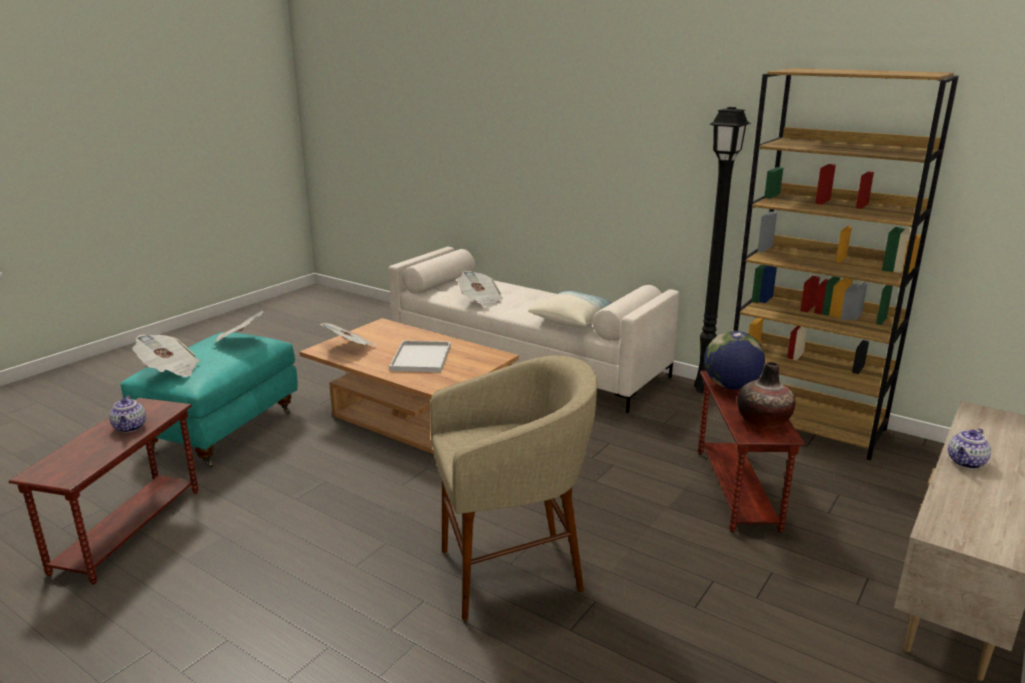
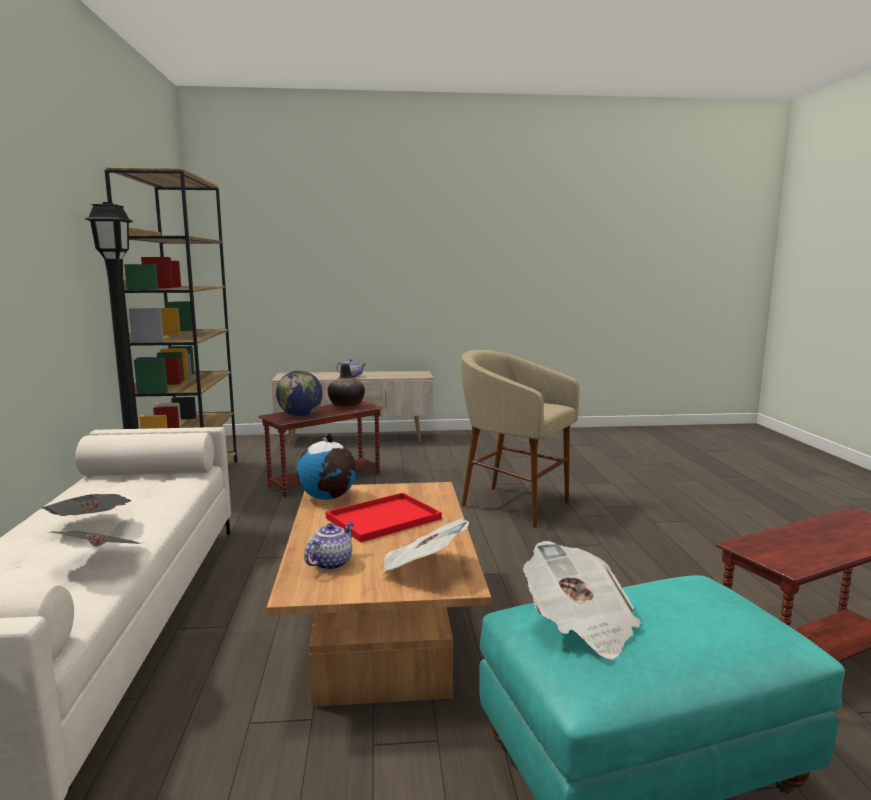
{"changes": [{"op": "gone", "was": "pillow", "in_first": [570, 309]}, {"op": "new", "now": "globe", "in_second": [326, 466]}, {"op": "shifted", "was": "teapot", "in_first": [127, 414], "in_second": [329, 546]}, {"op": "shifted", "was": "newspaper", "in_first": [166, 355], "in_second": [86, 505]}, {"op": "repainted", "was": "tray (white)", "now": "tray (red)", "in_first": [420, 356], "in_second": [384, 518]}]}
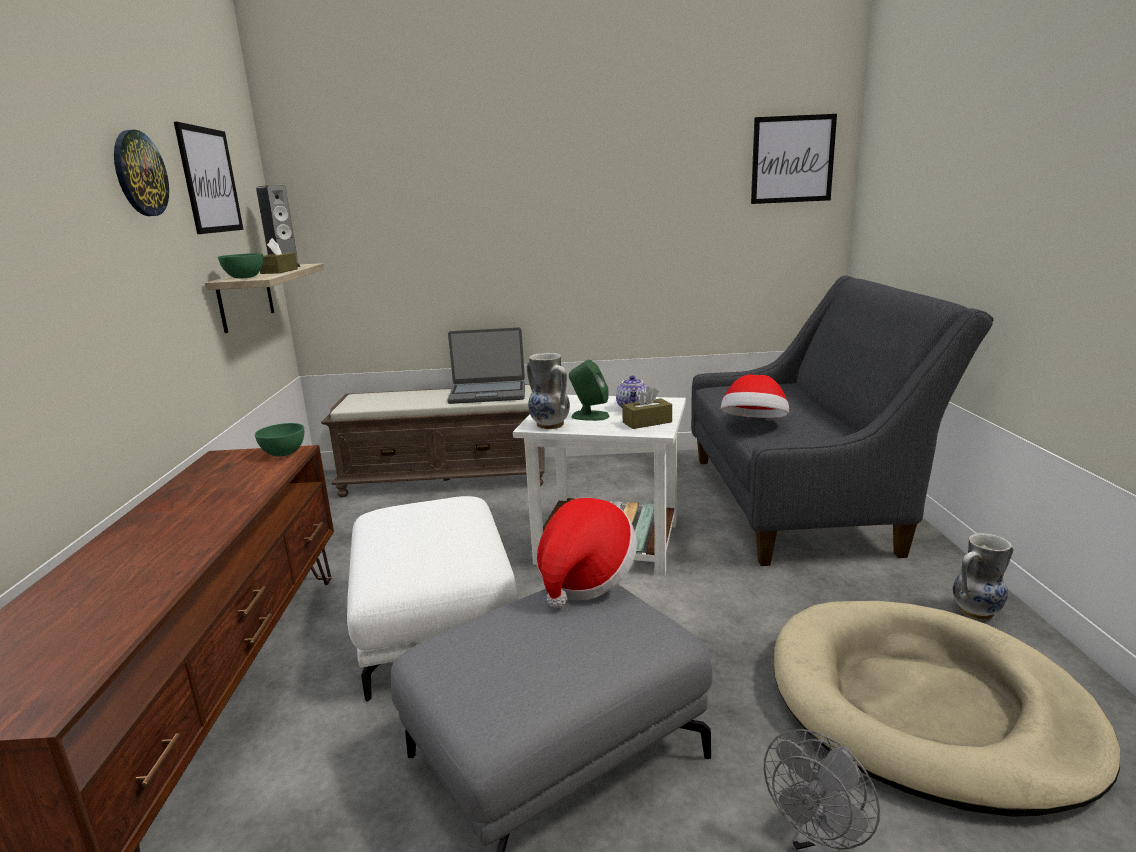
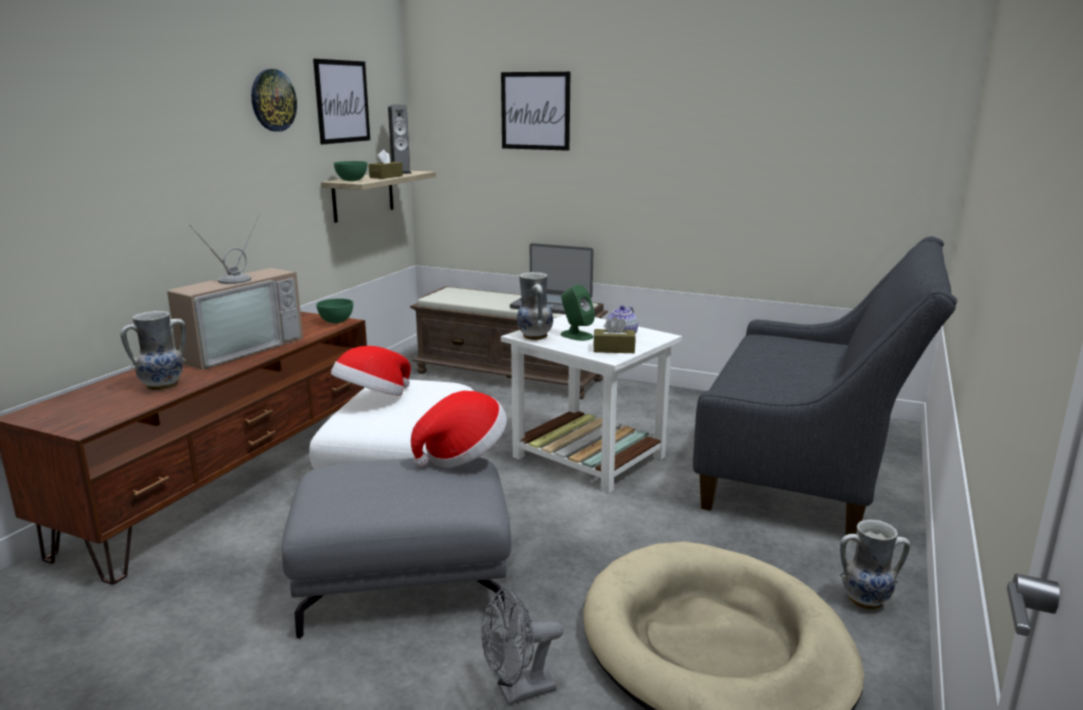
{"changes": [{"op": "new", "now": "vase", "in_second": [153, 351]}, {"op": "new", "now": "television", "in_second": [235, 292]}, {"op": "shifted", "was": "hat", "in_first": [755, 396], "in_second": [371, 371]}, {"op": "shifted", "was": "picture", "in_first": [794, 159], "in_second": [535, 111]}]}
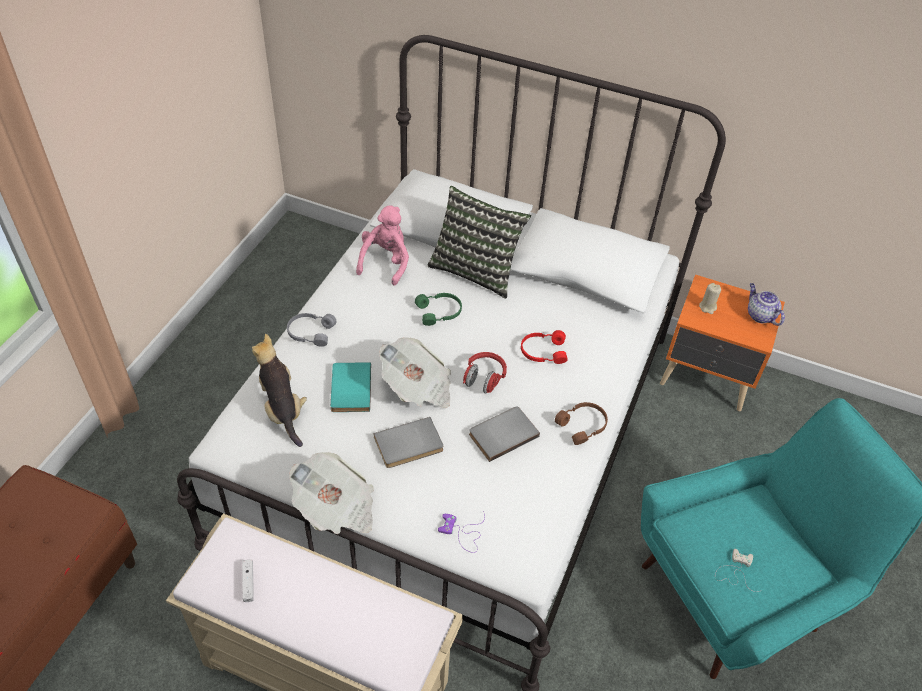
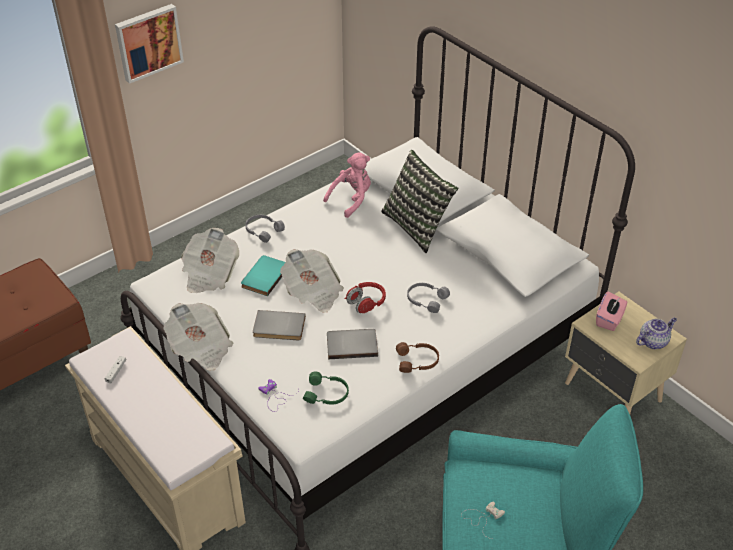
{"changes": [{"op": "new", "now": "picture", "in_second": [149, 44]}, {"op": "shifted", "was": "headphones (green)", "in_first": [438, 309], "in_second": [326, 388]}, {"op": "swapped", "was": "plush toy", "now": "newspaper", "in_first": [279, 390], "in_second": [210, 260]}, {"op": "swapped", "was": "candle (beige)", "now": "tissue box (pink)", "in_first": [710, 298], "in_second": [611, 311]}, {"op": "repainted", "was": "headphones (red)", "now": "headphones (grey)", "in_first": [544, 347], "in_second": [428, 298]}, {"op": "repainted", "was": "nightstand (orange)", "now": "nightstand (beige)", "in_first": [722, 342], "in_second": [626, 352]}, {"op": "rotated", "was": "teapot", "in_first": [766, 304], "in_second": [656, 333], "clockwise": 60}]}
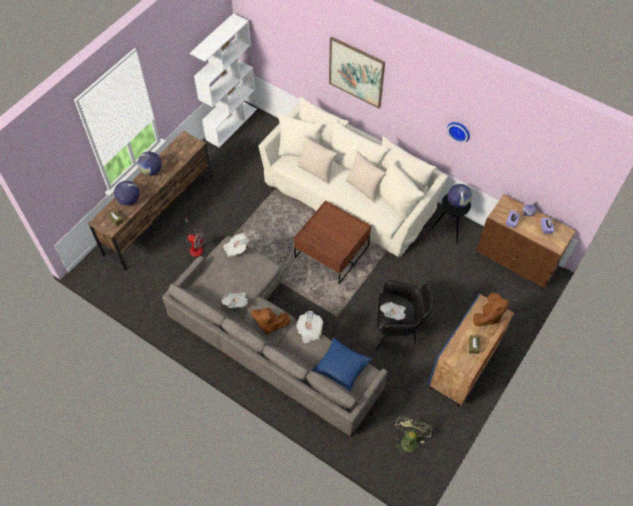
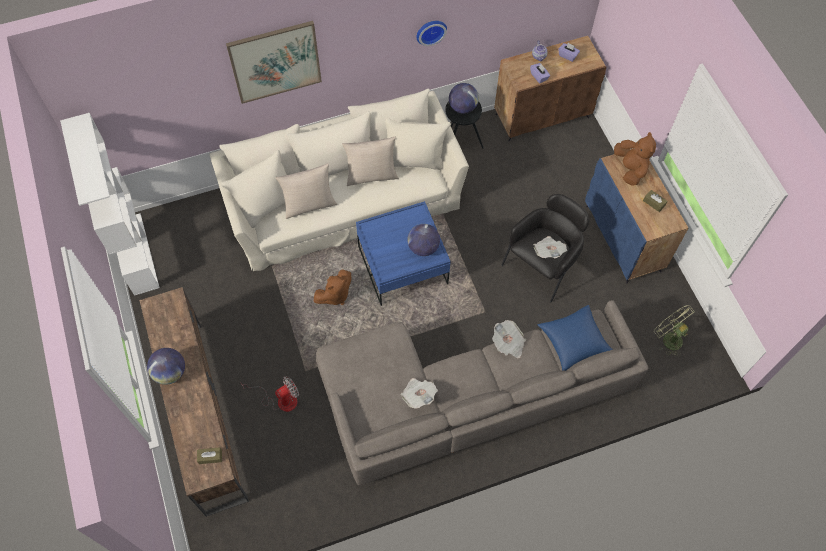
{"changes": [{"op": "gone", "was": "newspaper", "in_first": [236, 245]}, {"op": "shifted", "was": "globe", "in_first": [126, 193], "in_second": [423, 240]}, {"op": "shifted", "was": "plush toy (brown)", "in_first": [271, 320], "in_second": [333, 287]}, {"op": "repainted", "was": "coffee table (brown)", "now": "coffee table (blue)", "in_first": [332, 242], "in_second": [403, 253]}]}
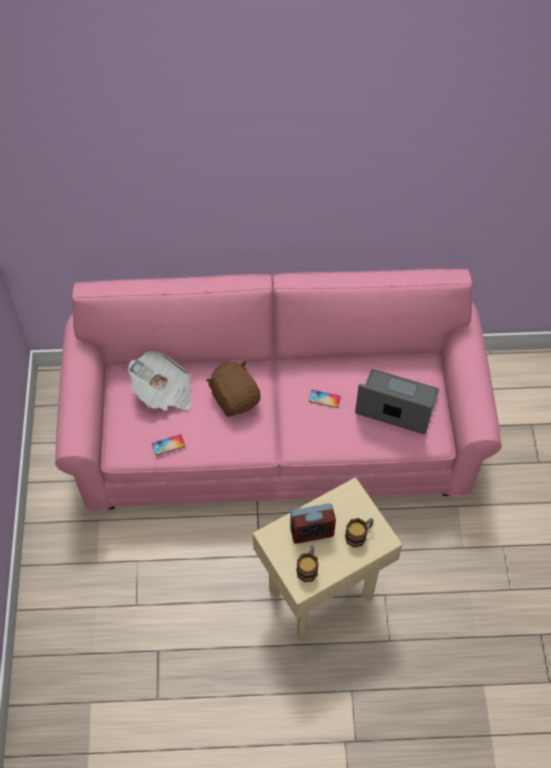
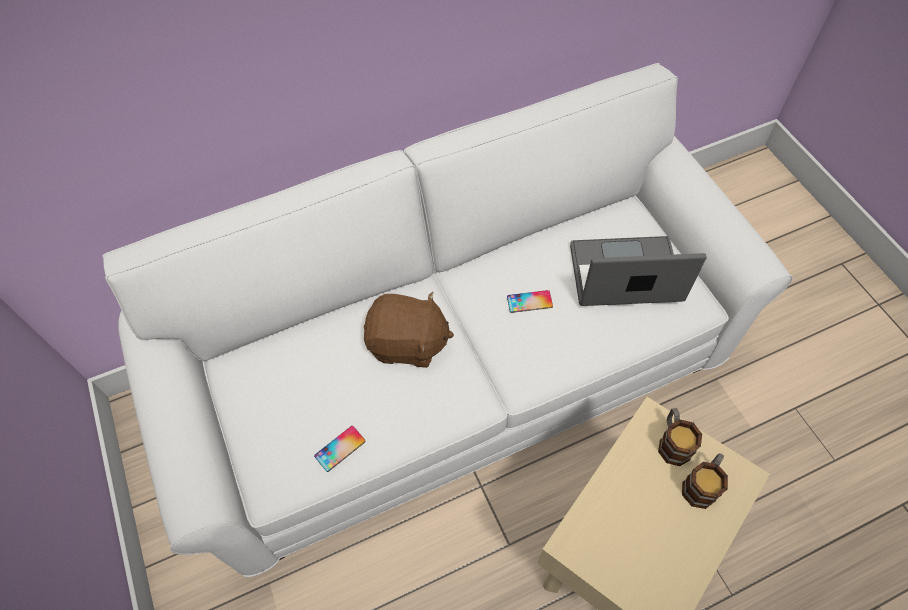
{"changes": [{"op": "gone", "was": "newspaper", "in_first": [160, 381]}, {"op": "gone", "was": "alarm clock", "in_first": [313, 523]}, {"op": "shifted", "was": "mug", "in_first": [307, 564], "in_second": [680, 437]}, {"op": "repainted", "was": "sofa (pink)", "now": "sofa (white)", "in_first": [278, 390], "in_second": [447, 320]}, {"op": "rotated", "was": "plush toy (brown)", "in_first": [233, 388], "in_second": [409, 330], "clockwise": 150}]}
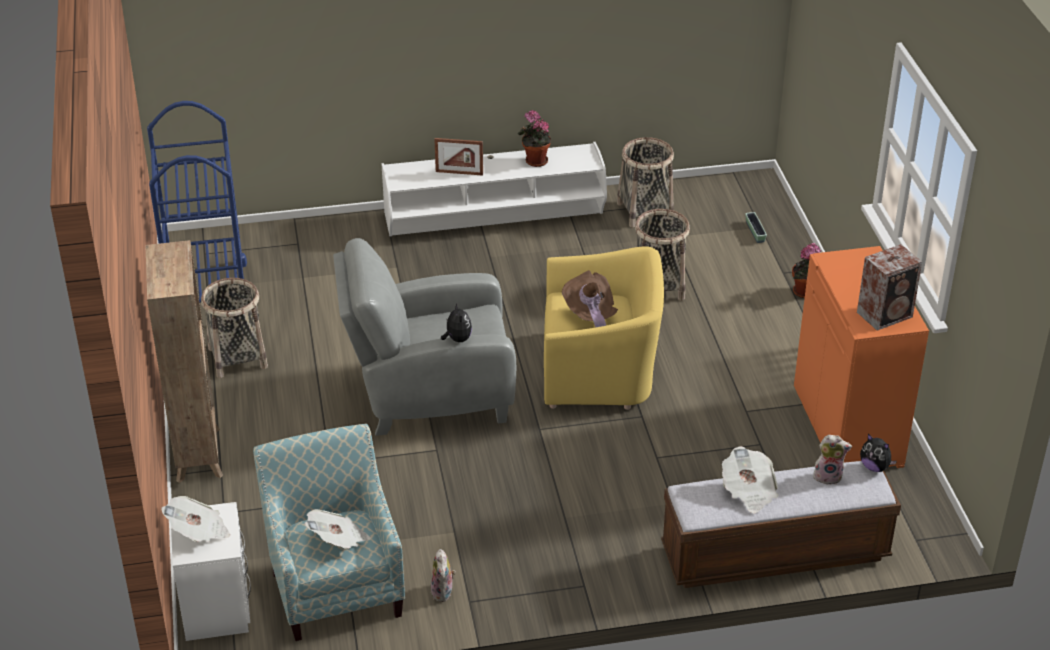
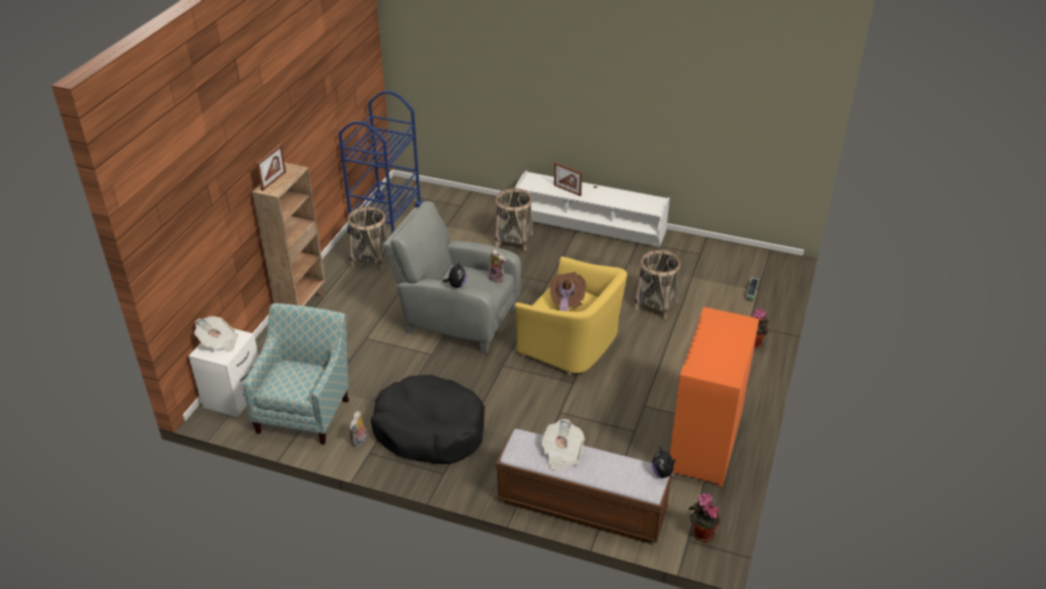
{"changes": [{"op": "gone", "was": "newspaper", "in_first": [337, 529]}, {"op": "gone", "was": "speaker", "in_first": [889, 287]}, {"op": "new", "now": "picture frame", "in_second": [271, 167]}, {"op": "new", "now": "dog bed (black)", "in_second": [428, 419]}, {"op": "shifted", "was": "potted plant", "in_first": [534, 138], "in_second": [704, 517]}, {"op": "shifted", "was": "basket", "in_first": [645, 182], "in_second": [514, 220]}, {"op": "shifted", "was": "plush toy", "in_first": [832, 460], "in_second": [497, 266]}]}
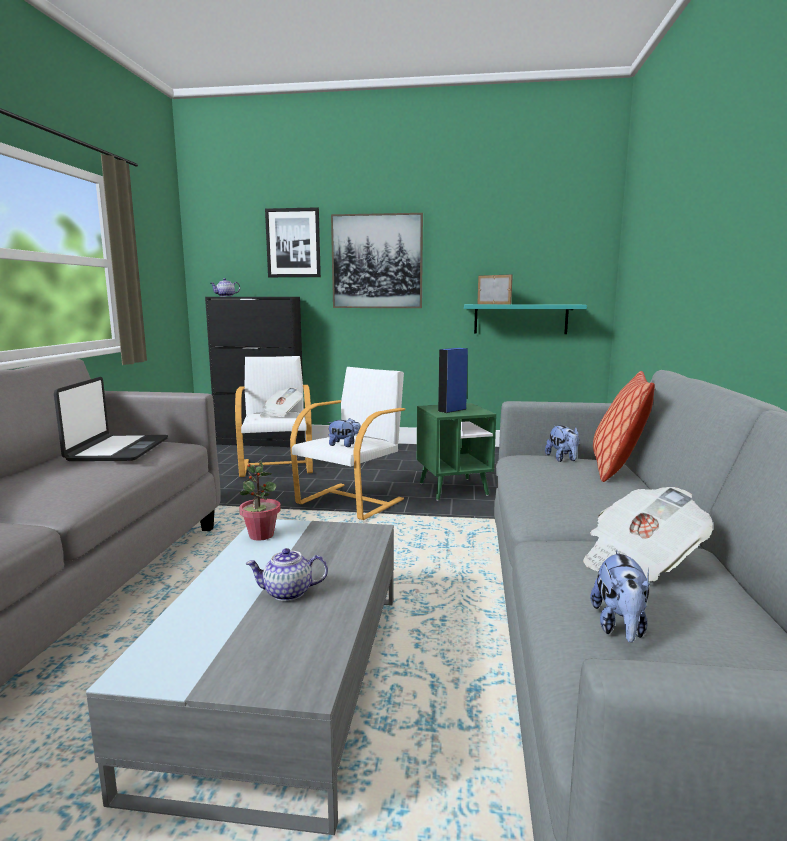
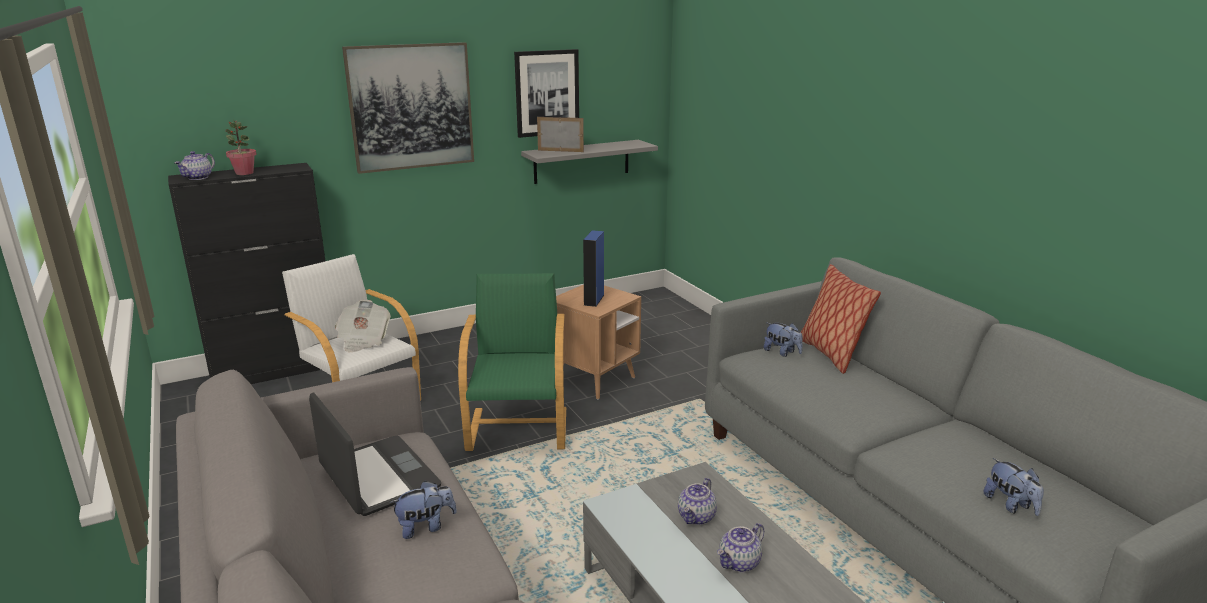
{"changes": [{"op": "gone", "was": "newspaper", "in_first": [648, 534]}, {"op": "new", "now": "teapot", "in_second": [697, 501]}, {"op": "shifted", "was": "potted plant", "in_first": [260, 500], "in_second": [240, 147]}, {"op": "shifted", "was": "picture", "in_first": [293, 242], "in_second": [546, 93]}, {"op": "shifted", "was": "plush toy", "in_first": [345, 432], "in_second": [423, 510]}, {"op": "repainted", "was": "armchair (white)", "now": "armchair (green)", "in_first": [347, 443], "in_second": [512, 362]}, {"op": "repainted", "was": "side table (green)", "now": "side table (brown)", "in_first": [456, 452], "in_second": [598, 342]}, {"op": "repainted", "was": "shelf (turquoise)", "now": "shelf (grey)", "in_first": [525, 319], "in_second": [589, 162]}]}
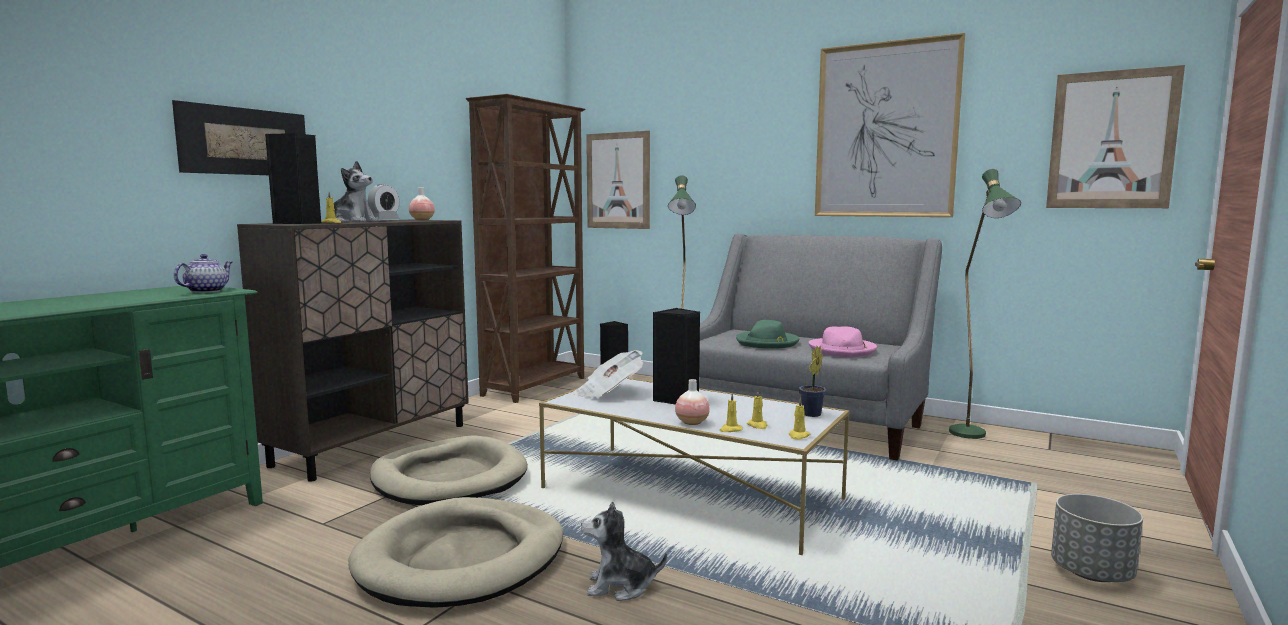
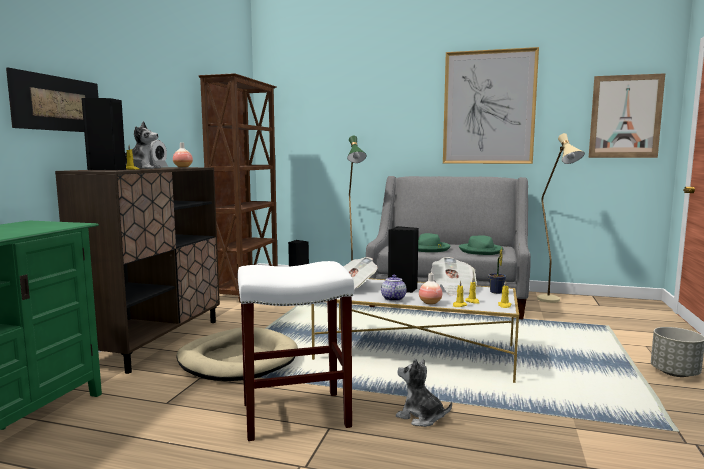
{"changes": [{"op": "gone", "was": "picture", "in_first": [618, 180]}, {"op": "new", "now": "newspaper", "in_second": [454, 276]}, {"op": "shifted", "was": "teapot", "in_first": [203, 273], "in_second": [393, 288]}, {"op": "swapped", "was": "dog bed (beige)", "now": "stool (white)", "in_first": [455, 552], "in_second": [295, 351]}, {"op": "repainted", "was": "hat (pink)", "now": "hat (green)", "in_first": [842, 342], "in_second": [481, 245]}, {"op": "repainted", "was": "floor lamp (green)", "now": "floor lamp (beige)", "in_first": [985, 304], "in_second": [561, 218]}, {"op": "rotated", "was": "plush toy", "in_first": [624, 551], "in_second": [424, 392], "clockwise": 45}]}
